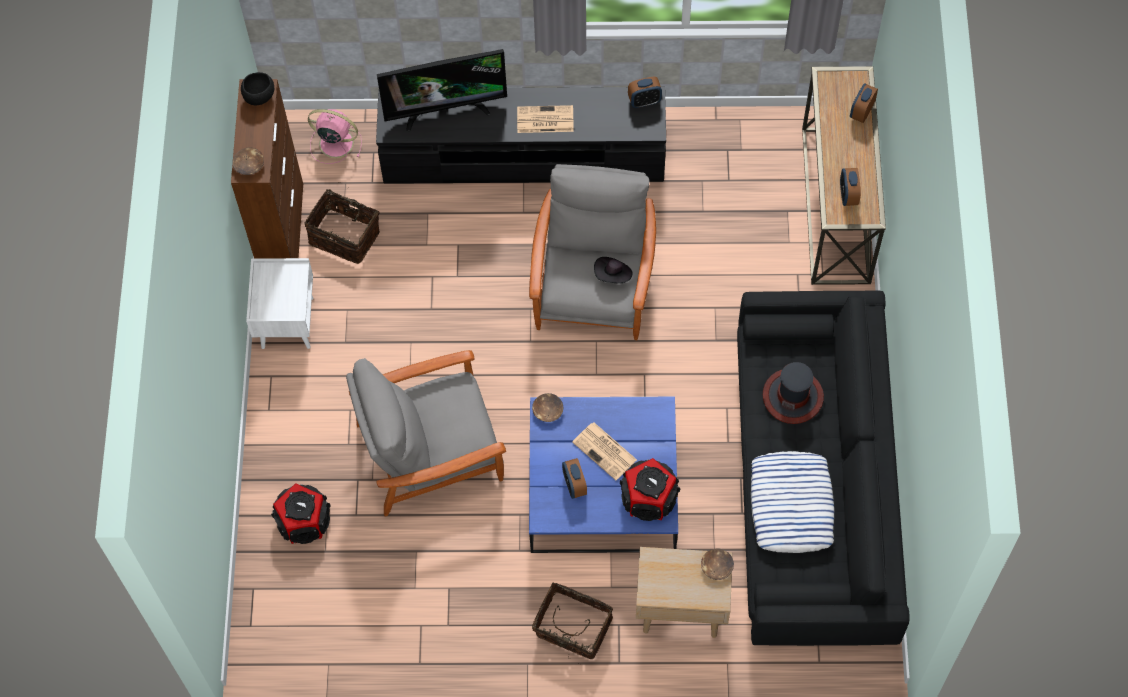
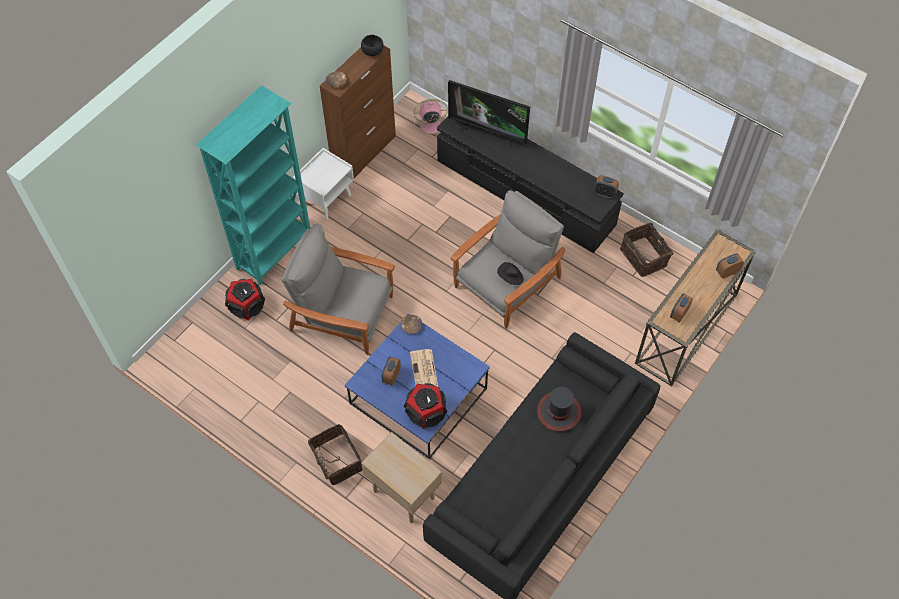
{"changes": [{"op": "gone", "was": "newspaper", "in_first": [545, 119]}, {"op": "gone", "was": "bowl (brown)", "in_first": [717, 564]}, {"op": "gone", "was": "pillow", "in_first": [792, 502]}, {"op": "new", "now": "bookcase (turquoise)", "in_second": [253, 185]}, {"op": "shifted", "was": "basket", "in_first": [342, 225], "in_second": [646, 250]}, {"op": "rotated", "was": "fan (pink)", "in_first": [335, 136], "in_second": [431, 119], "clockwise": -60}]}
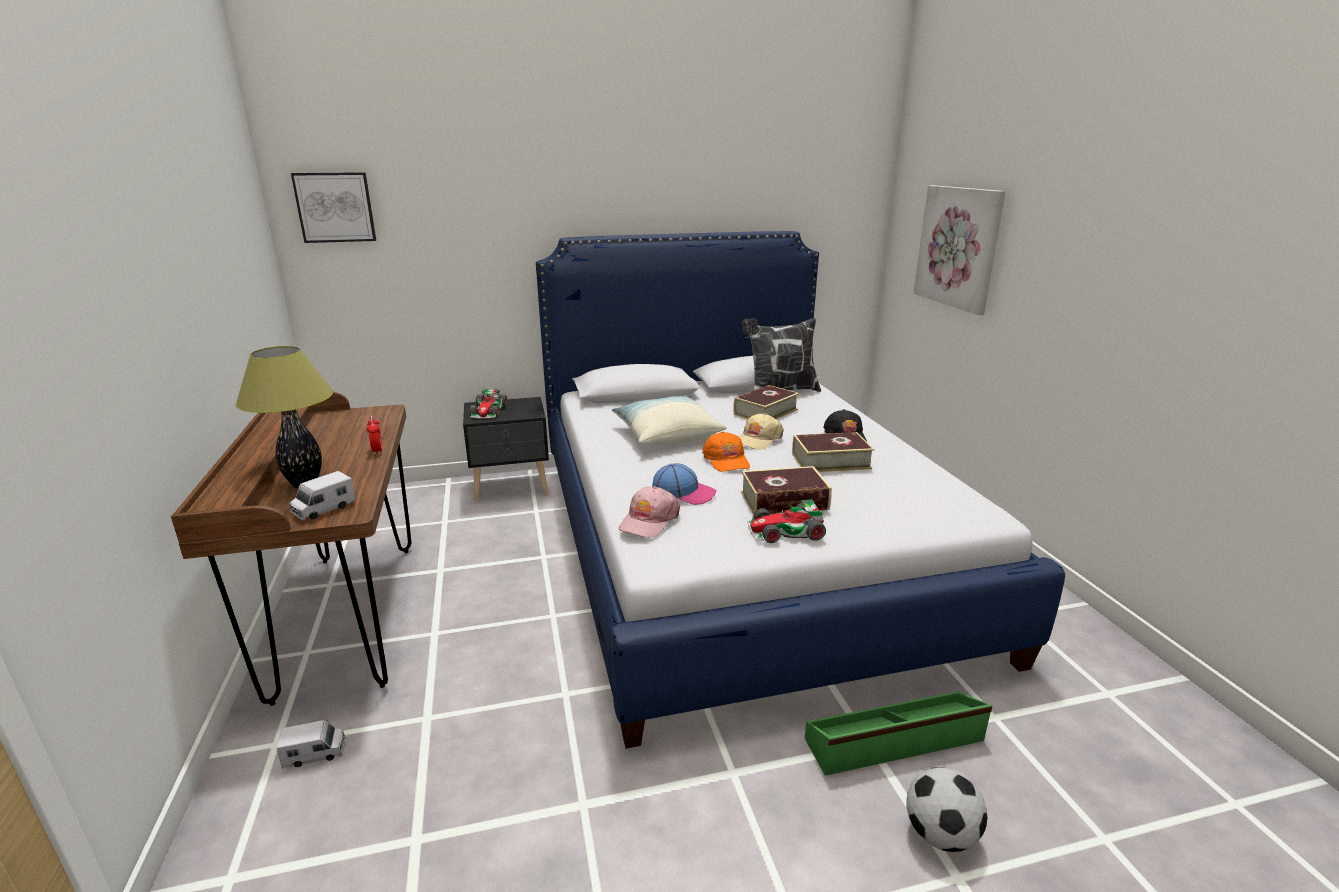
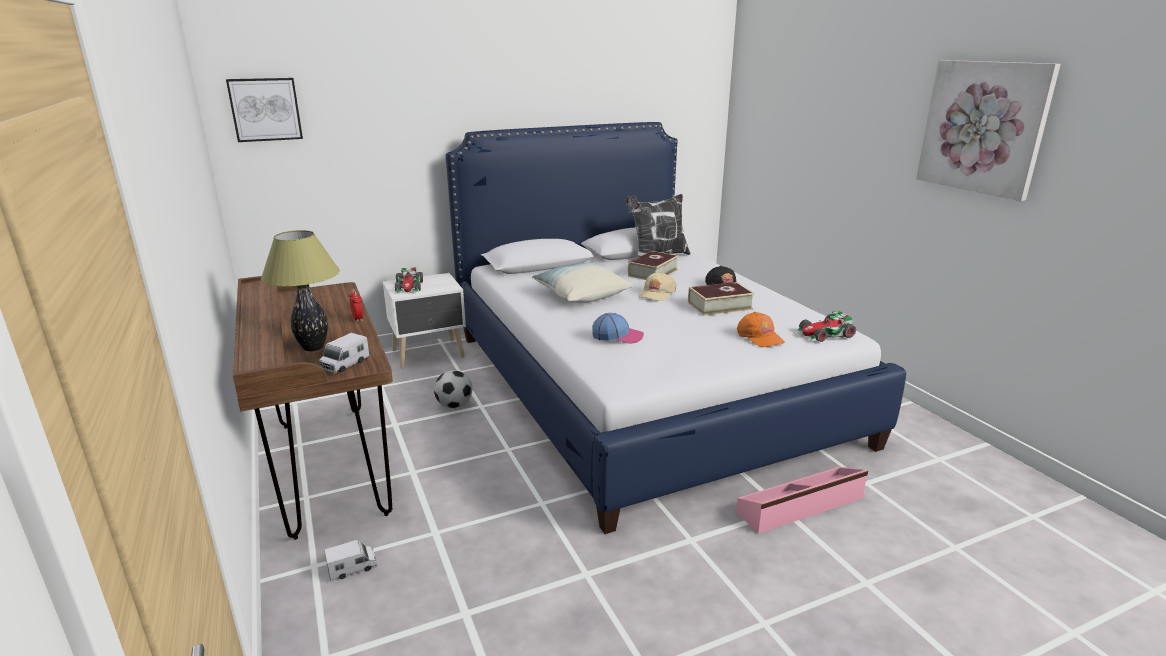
{"changes": [{"op": "gone", "was": "cap (pink)", "in_first": [649, 512]}, {"op": "gone", "was": "book", "in_first": [786, 490]}, {"op": "shifted", "was": "cap (orange)", "in_first": [726, 451], "in_second": [761, 329]}, {"op": "shifted", "was": "toy car", "in_first": [786, 521], "in_second": [825, 326]}, {"op": "shifted", "was": "football", "in_first": [947, 809], "in_second": [453, 389]}, {"op": "shifted", "was": "picture", "in_first": [959, 250], "in_second": [988, 130]}, {"op": "repainted", "was": "nightstand (black)", "now": "nightstand (white)", "in_first": [506, 449], "in_second": [424, 321]}, {"op": "repainted", "was": "storage box (green)", "now": "storage box (pink)", "in_first": [898, 733], "in_second": [802, 500]}]}
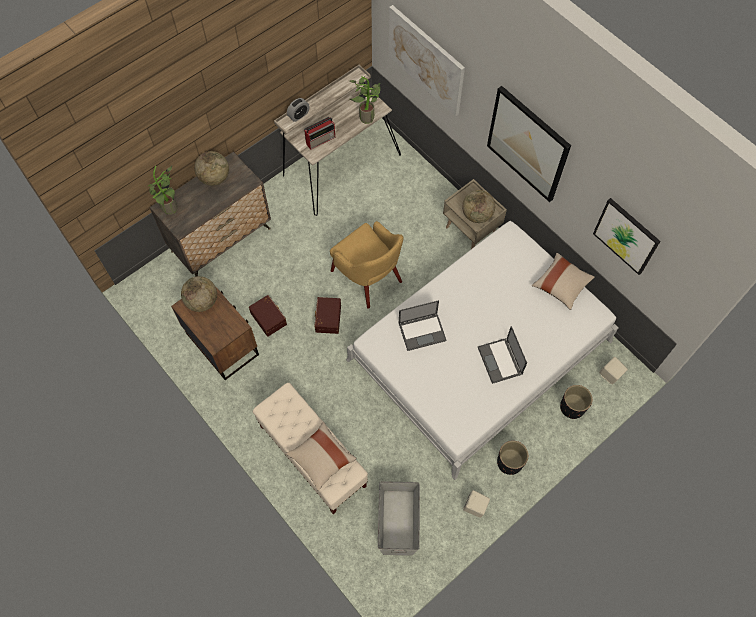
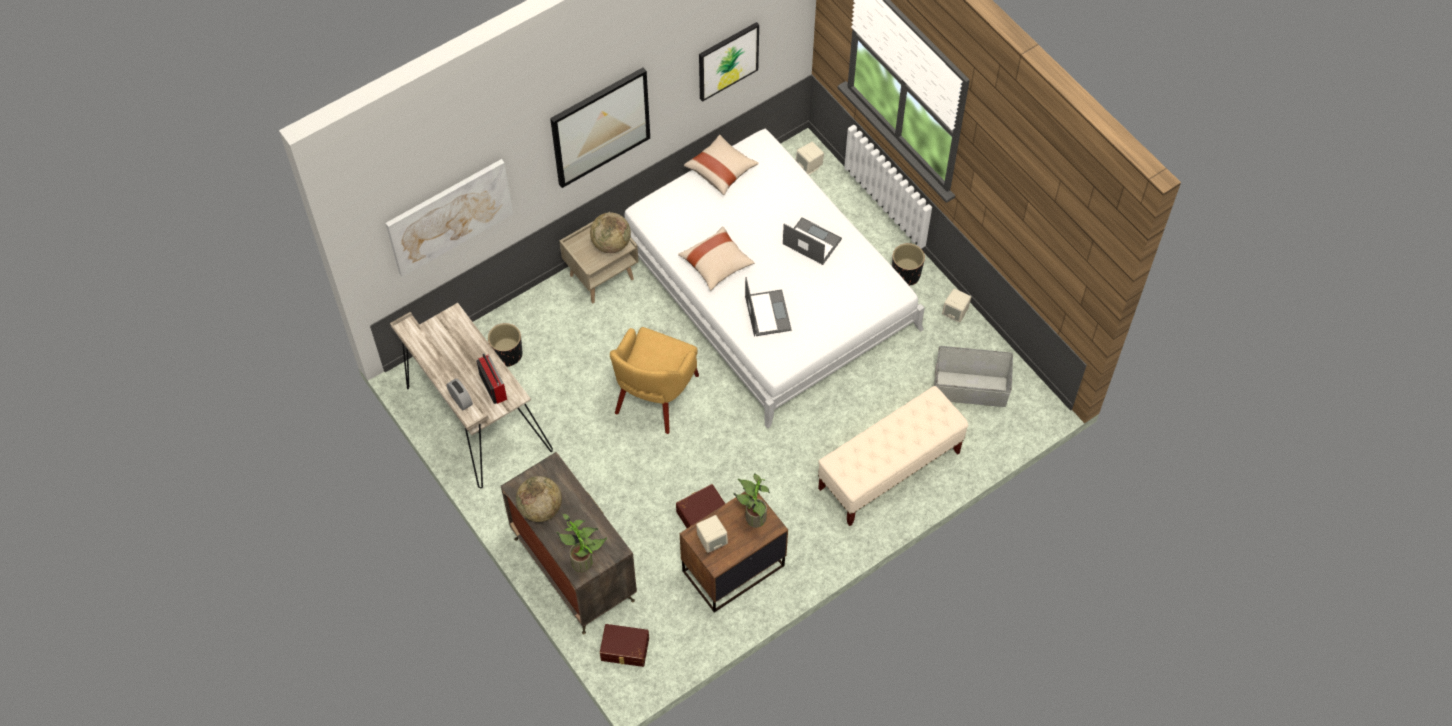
{"changes": [{"op": "shifted", "was": "pillow (beige)", "in_first": [321, 456], "in_second": [716, 258]}, {"op": "shifted", "was": "storage box (brown)", "in_first": [327, 315], "in_second": [624, 645]}, {"op": "shifted", "was": "potted plant", "in_first": [365, 100], "in_second": [752, 500]}, {"op": "shifted", "was": "planter (black)", "in_first": [576, 402], "in_second": [505, 345]}, {"op": "swapped", "was": "globe", "now": "speaker (beige)", "in_first": [199, 294], "in_second": [712, 534]}, {"op": "rotated", "was": "armchair (yellow)", "in_first": [366, 265], "in_second": [654, 380], "clockwise": 150}, {"op": "rotated", "was": "laptop", "in_first": [502, 355], "in_second": [812, 241], "clockwise": -135}]}
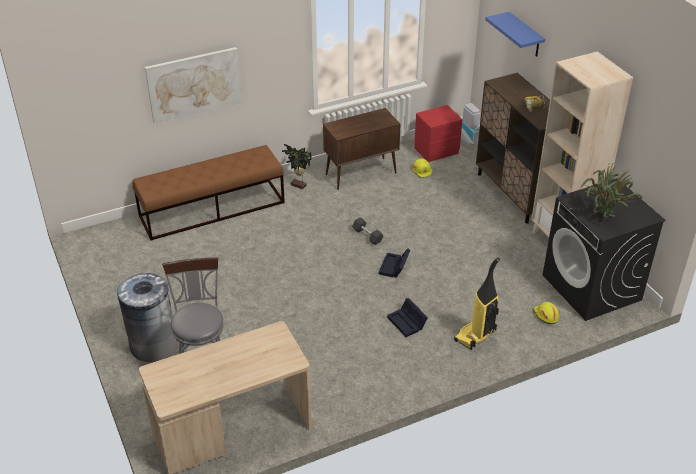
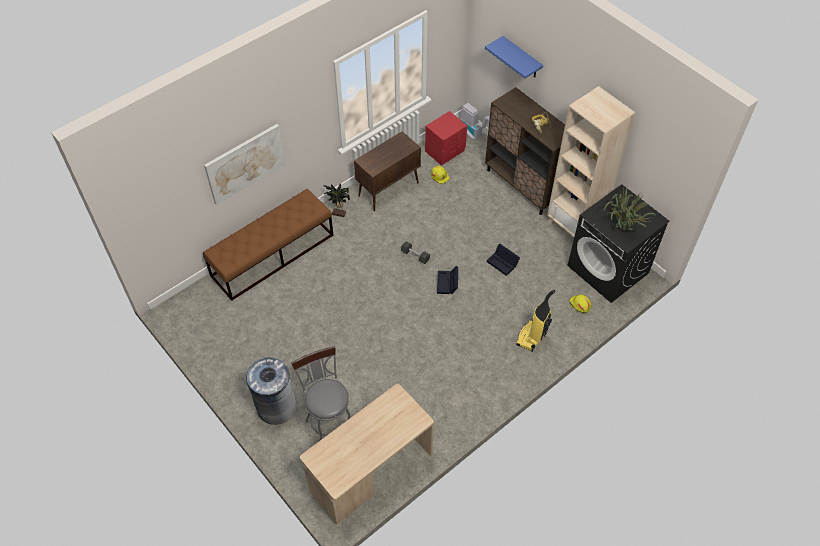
{"changes": [{"op": "shifted", "was": "storage box (black)", "in_first": [407, 317], "in_second": [503, 260]}]}
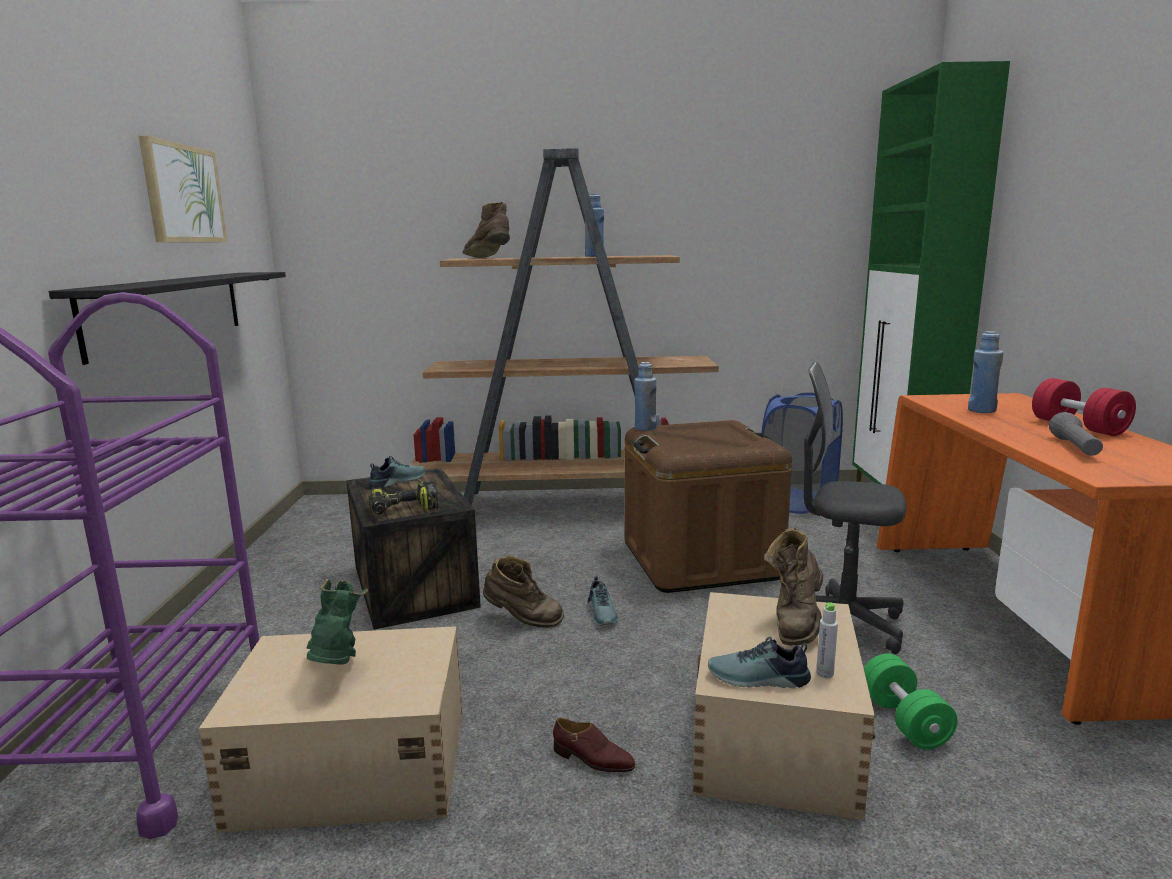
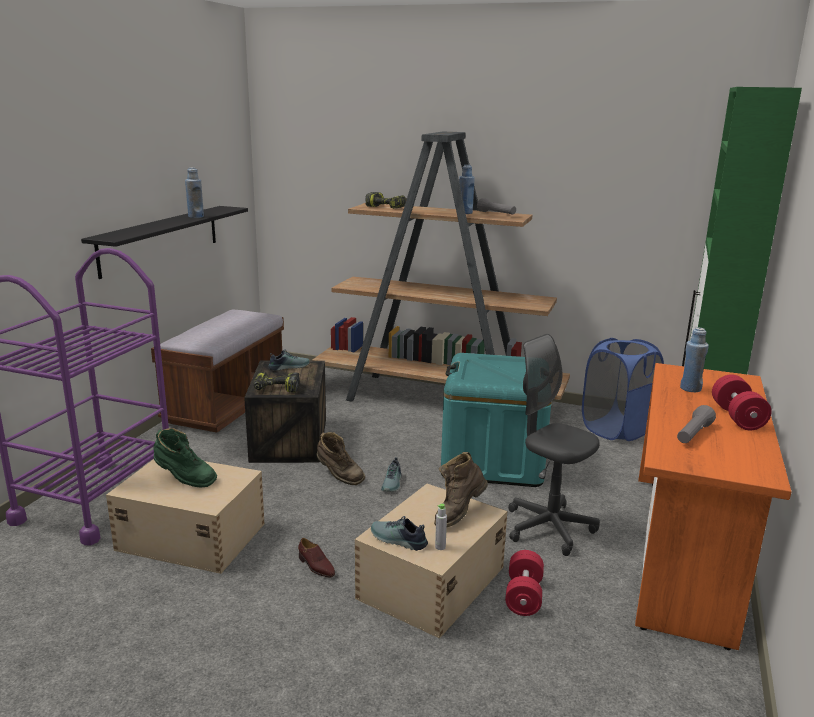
{"changes": [{"op": "gone", "was": "picture", "in_first": [183, 189]}, {"op": "new", "now": "bench (brown)", "in_second": [217, 371]}, {"op": "new", "now": "flashlight (grey)", "in_second": [496, 206]}, {"op": "shifted", "was": "bottle (blue)", "in_first": [645, 396], "in_second": [194, 193]}, {"op": "swapped", "was": "boot (brown)", "now": "power drill", "in_first": [486, 230], "in_second": [386, 200]}, {"op": "repainted", "was": "storage box (brown)", "now": "storage box (turquoise)", "in_first": [708, 506], "in_second": [496, 420]}, {"op": "repainted", "was": "dumbbell (green)", "now": "dumbbell (red)", "in_first": [910, 701], "in_second": [524, 583]}, {"op": "rotated", "was": "boot (green)", "in_first": [337, 622], "in_second": [185, 458], "clockwise": 105}]}
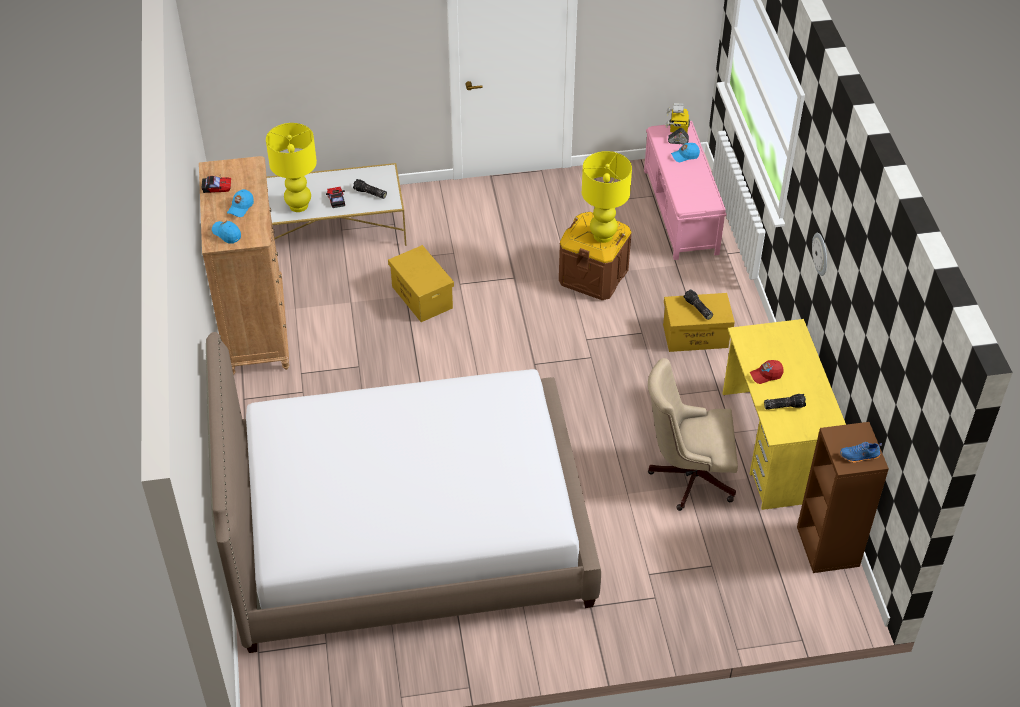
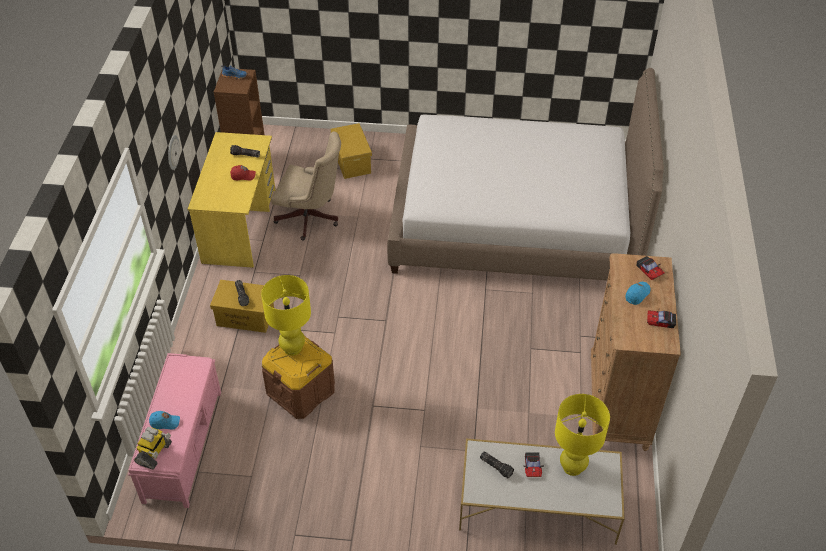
{"changes": [{"op": "shifted", "was": "storage box (yellow)", "in_first": [421, 283], "in_second": [351, 151]}, {"op": "swapped", "was": "cap (blue)", "now": "toy car", "in_first": [226, 232], "in_second": [650, 268]}]}
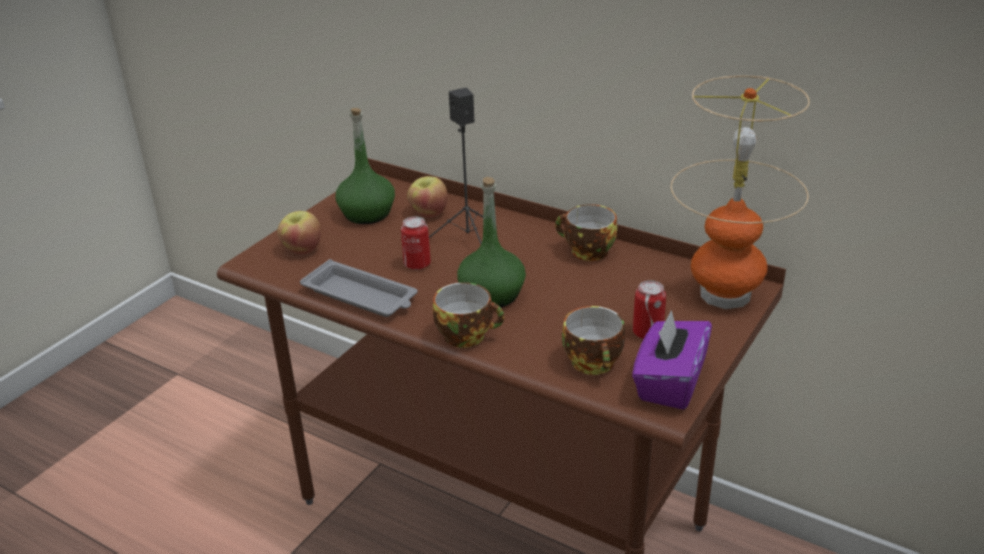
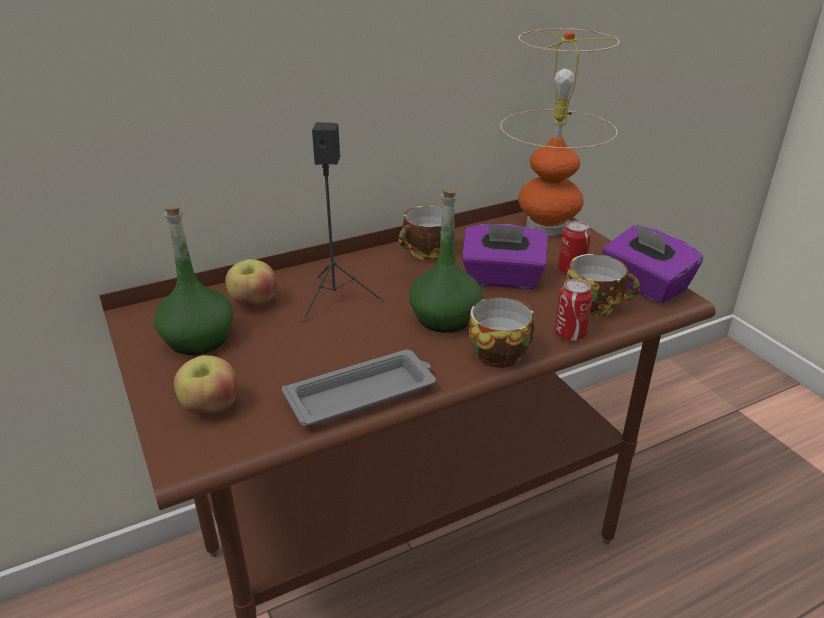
{"changes": [{"op": "new", "now": "tissue box (purple)", "in_second": [505, 256]}, {"op": "shifted", "was": "can", "in_first": [416, 243], "in_second": [574, 310]}]}
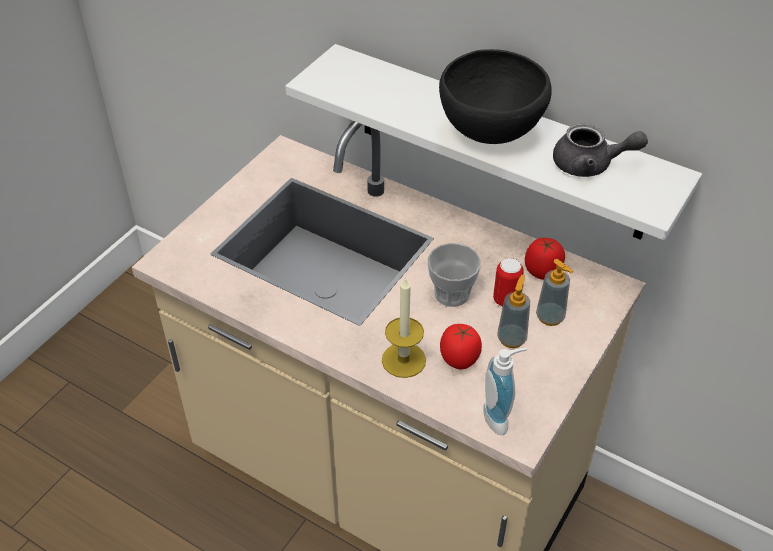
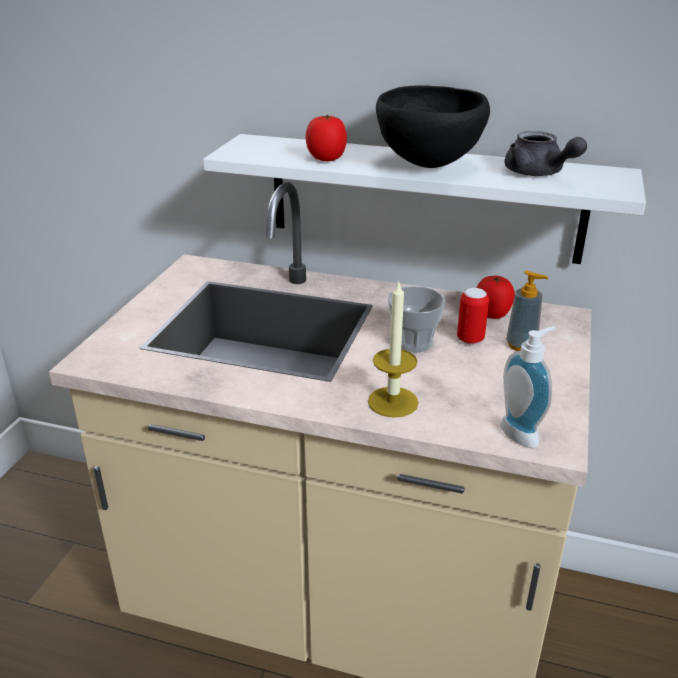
{"changes": [{"op": "gone", "was": "soap dispenser", "in_first": [513, 311]}, {"op": "shifted", "was": "tomato", "in_first": [461, 346], "in_second": [326, 138]}, {"op": "rotated", "was": "teapot (grey)", "in_first": [600, 150], "in_second": [545, 153], "clockwise": 60}]}
